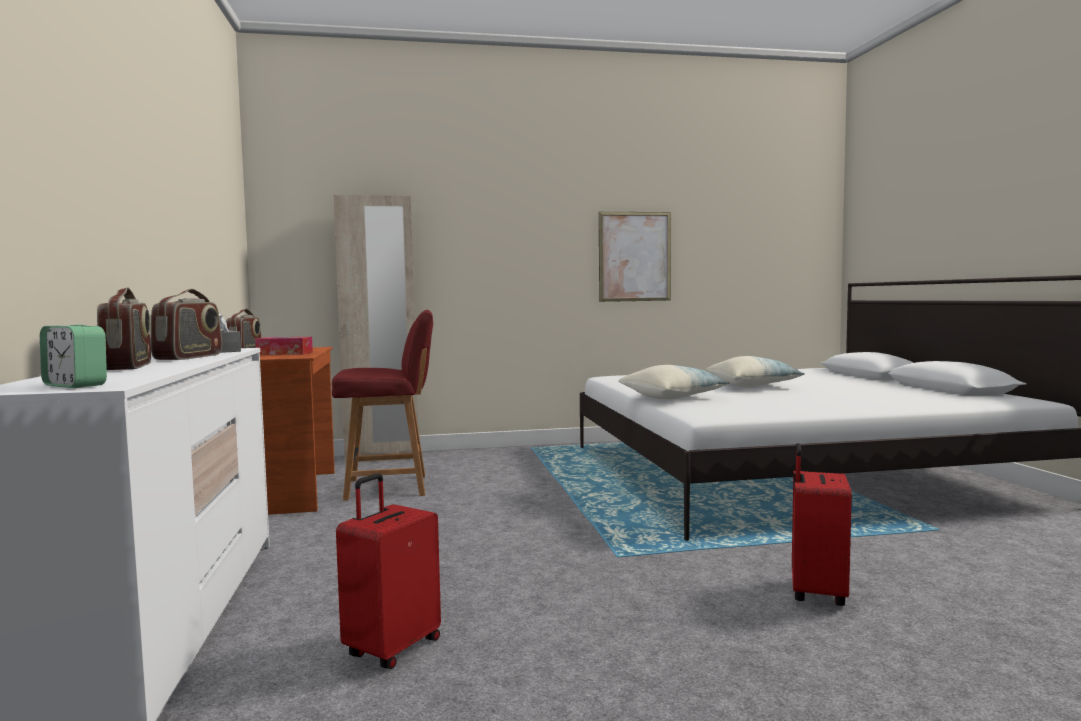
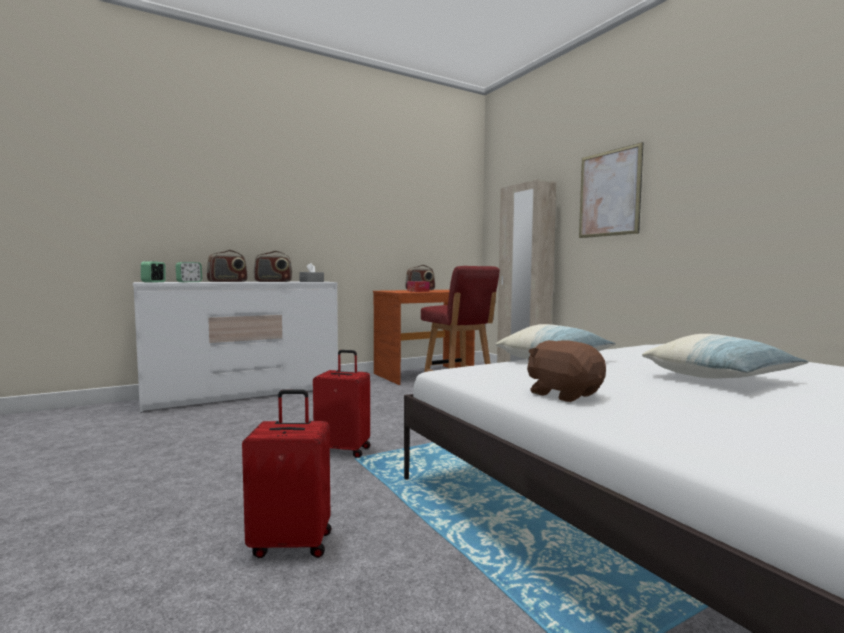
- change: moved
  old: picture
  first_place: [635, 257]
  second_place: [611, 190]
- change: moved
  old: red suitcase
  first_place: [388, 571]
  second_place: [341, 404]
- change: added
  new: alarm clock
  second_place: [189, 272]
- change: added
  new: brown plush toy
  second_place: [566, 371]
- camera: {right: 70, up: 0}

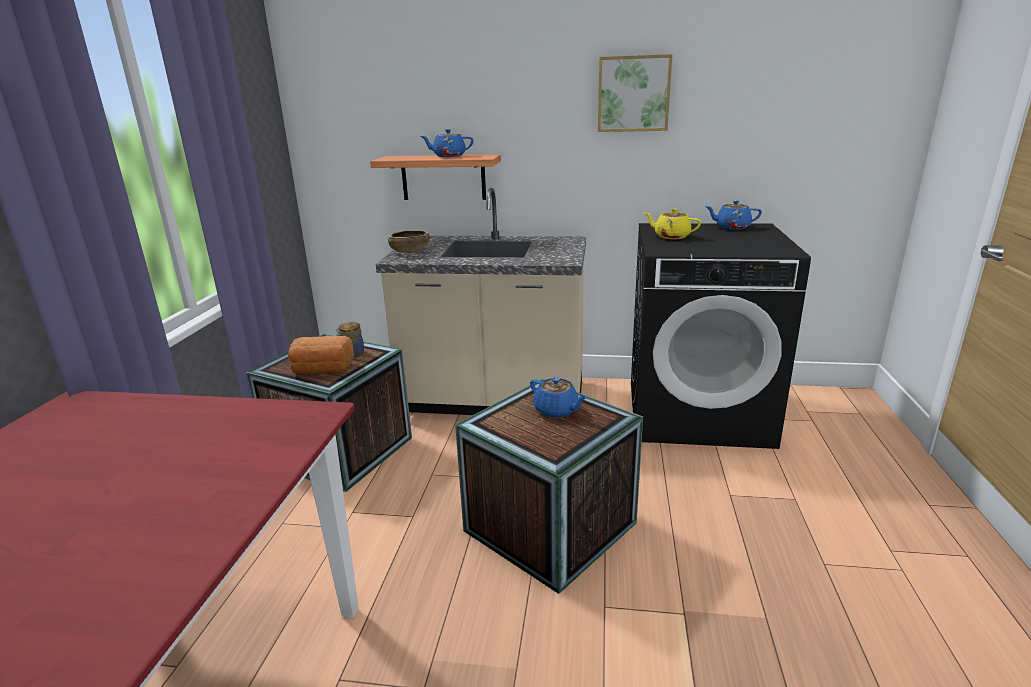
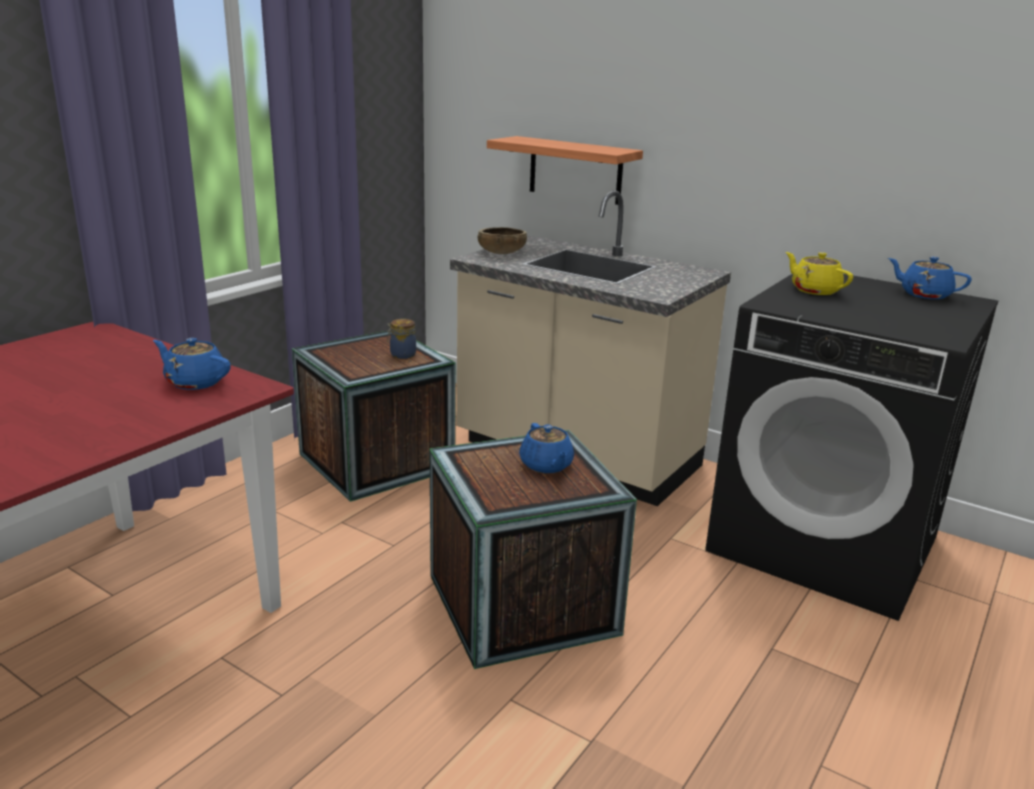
- change: removed
  old: picture
  first_place: [635, 93]
- change: moved
  old: blue teapot
  first_place: [447, 143]
  second_place: [192, 364]
- change: removed
  old: bread
  first_place: [321, 354]
- camera: {right: 25, up: 0}

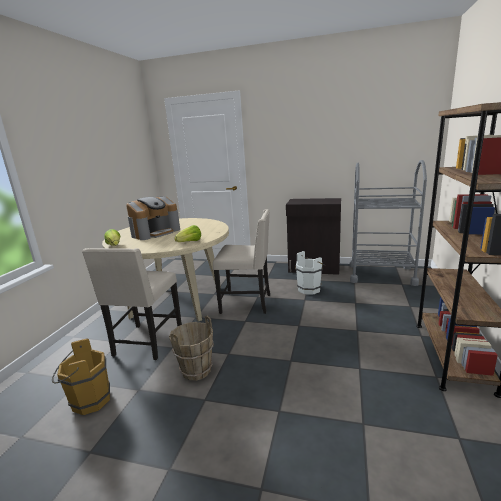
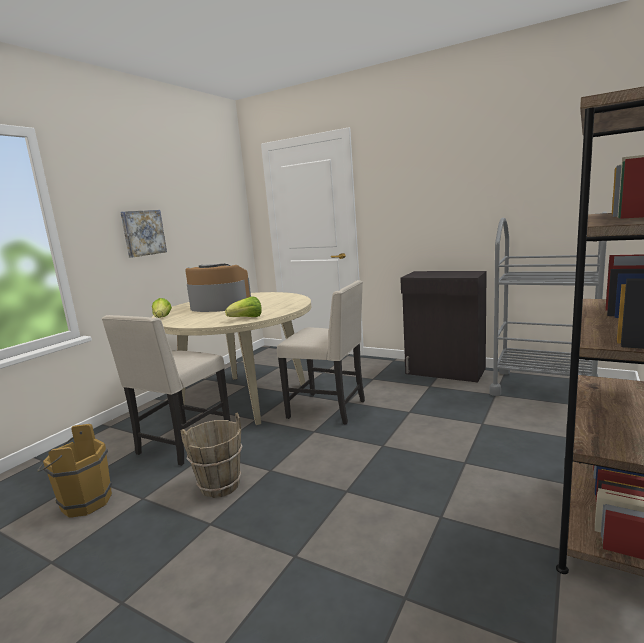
- change: turned
  old: coffee machine
  first_place: [153, 218]
  second_place: [218, 288]
  degrees: -135
- change: removed
  old: white bucket
  first_place: [310, 273]
- change: added
  new: picture
  second_place: [143, 234]
- camera: {right: 15, up: -5}

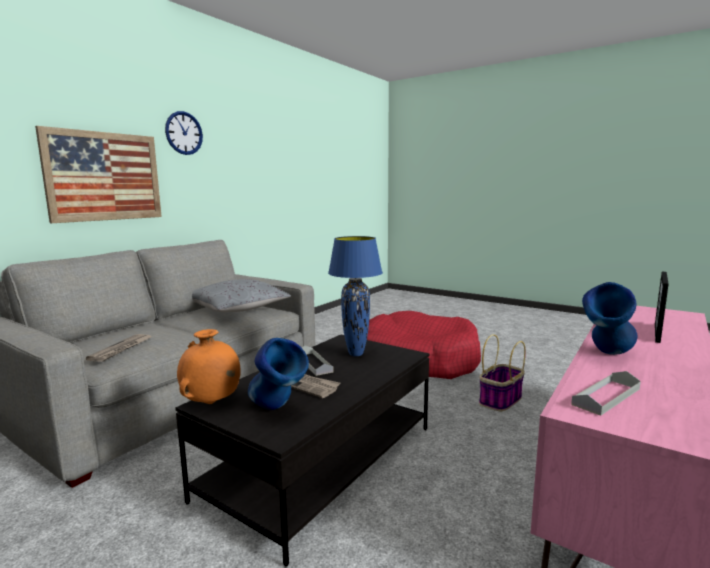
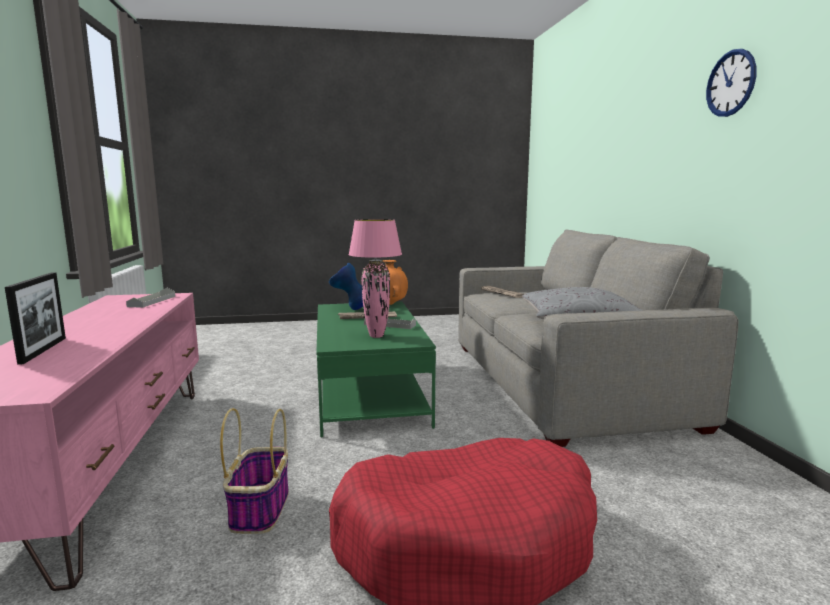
- change: removed
  old: picture
  first_place: [98, 174]
- change: recoloured
  old: blue table lamp
  new: pink table lamp
  first_place: [355, 296]
  second_place: [375, 278]
- change: removed
  old: blue vase
  first_place: [609, 318]
- change: recoloured
  old: black coffee table
  new: green coffee table
  first_place: [302, 451]
  second_place: [376, 369]
- camera: {right: 135, up: 0}

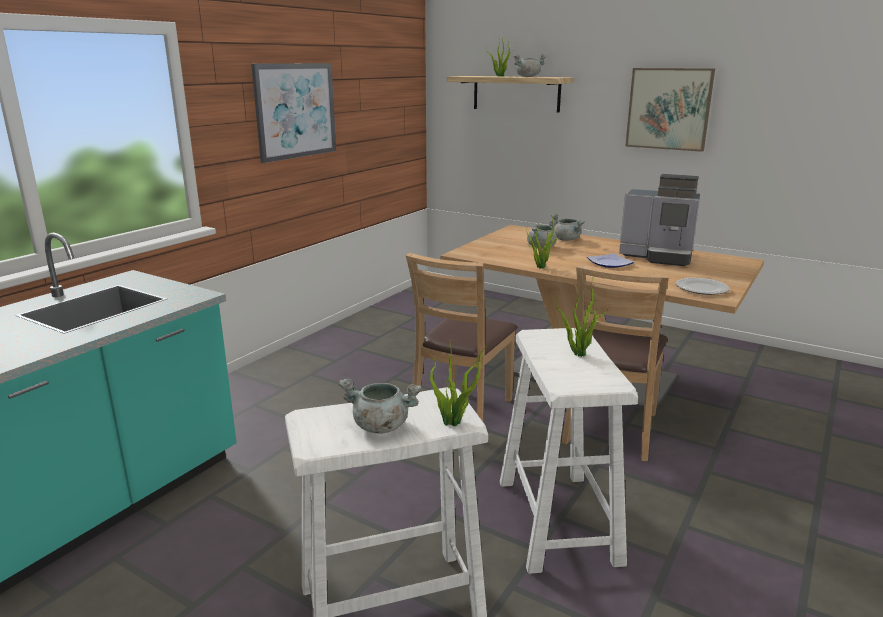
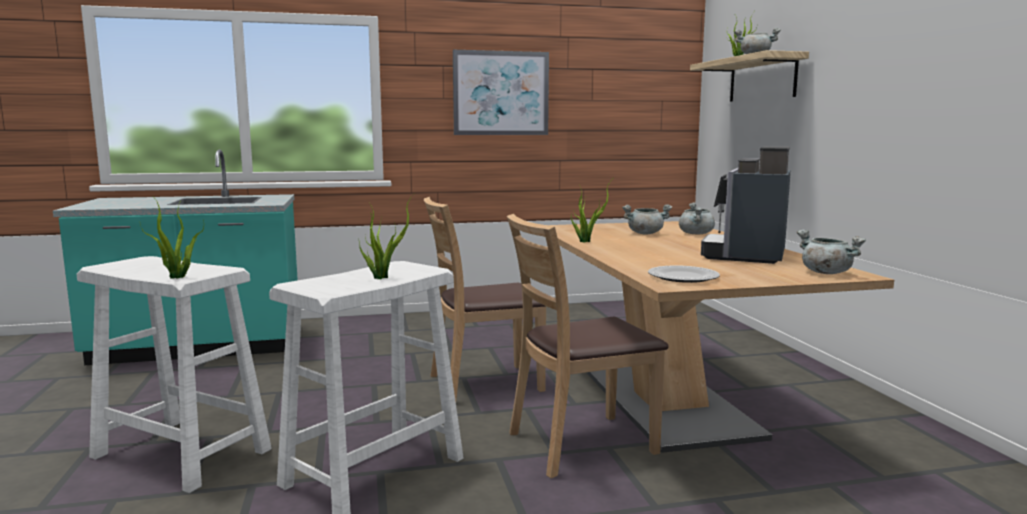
- change: removed
  old: picture
  first_place: [670, 110]
- change: turned
  old: coffee machine
  first_place: [659, 220]
  second_place: [746, 205]
  degrees: 45
- change: removed
  old: plate
  first_place: [610, 260]
- change: moved
  old: grey cooking pot
  first_place: [380, 406]
  second_place: [831, 251]
- camera: {right: 45, up: -10}

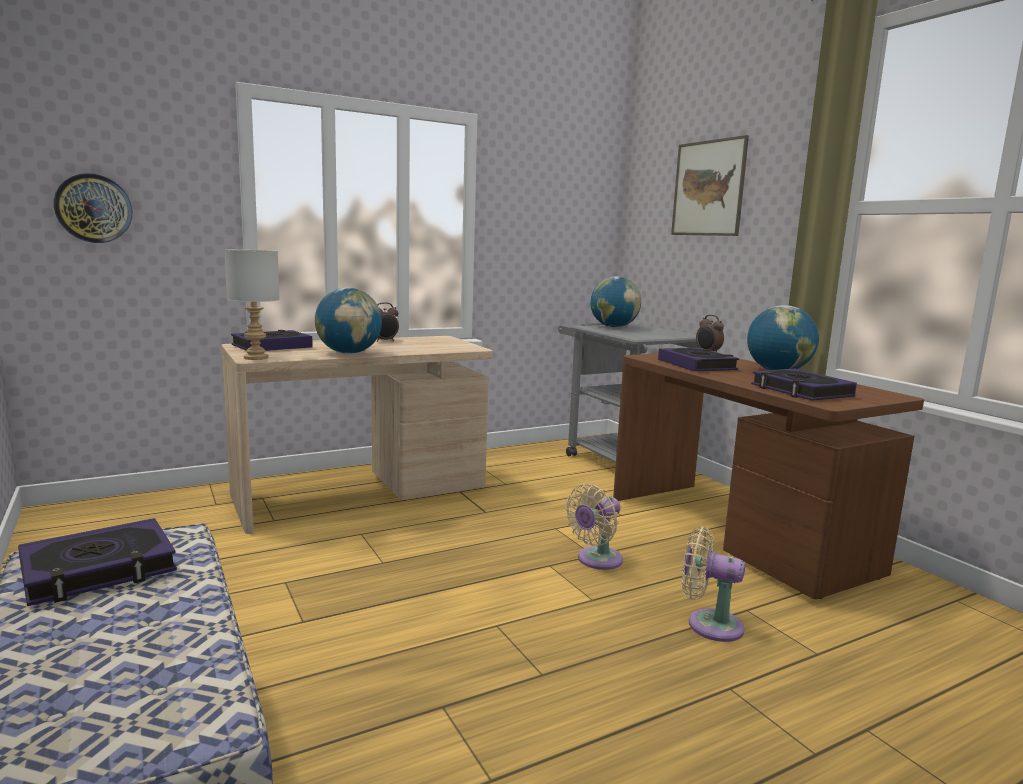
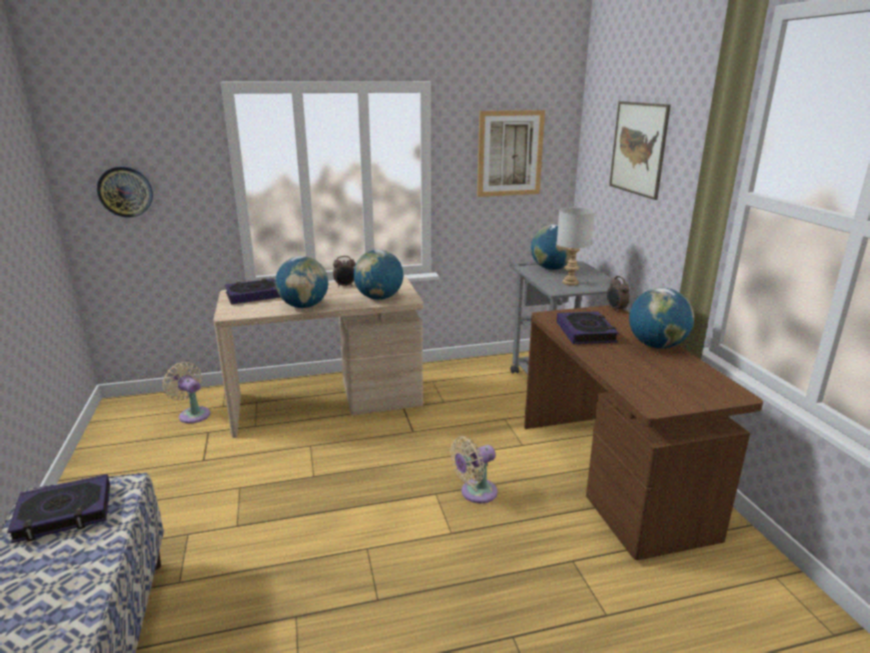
- change: moved
  old: grey table lamp
  first_place: [252, 304]
  second_place: [576, 246]
- change: removed
  old: book
  first_place: [804, 384]
- change: moved
  old: beige fan
  first_place: [713, 584]
  second_place: [186, 393]
- change: added
  new: picture
  second_place: [511, 153]
- change: added
  new: globe
  second_place: [378, 275]
- camera: {right: 15, up: 10}

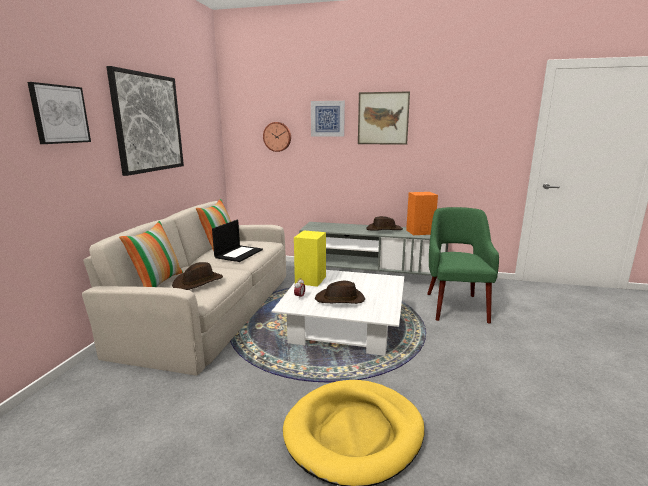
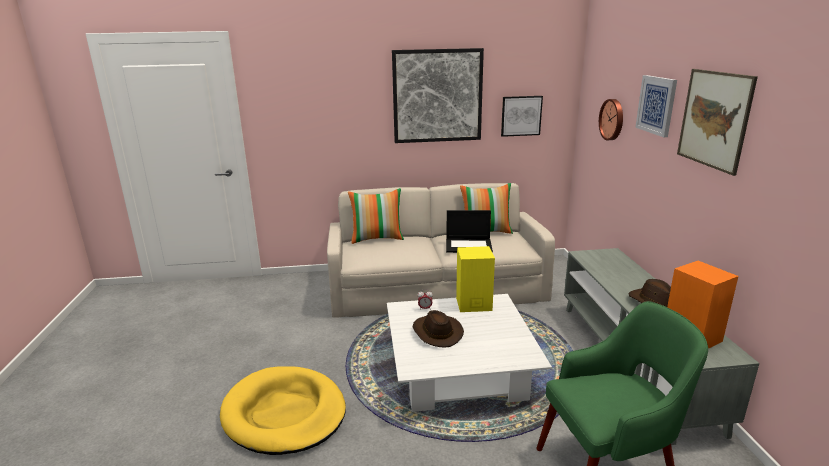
- change: moved
  old: picture
  first_place: [59, 113]
  second_place: [522, 116]
- change: removed
  old: brown hat
  first_place: [197, 276]
- camera: {right: 70, up: 5}

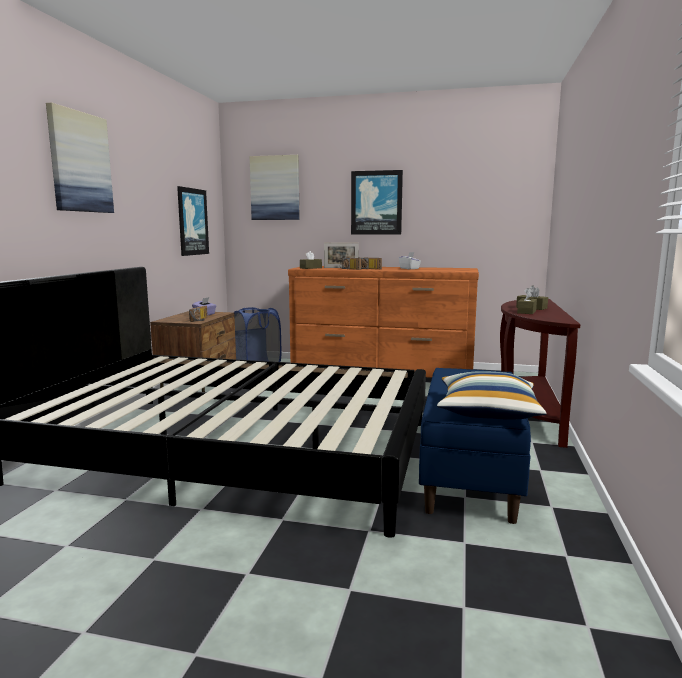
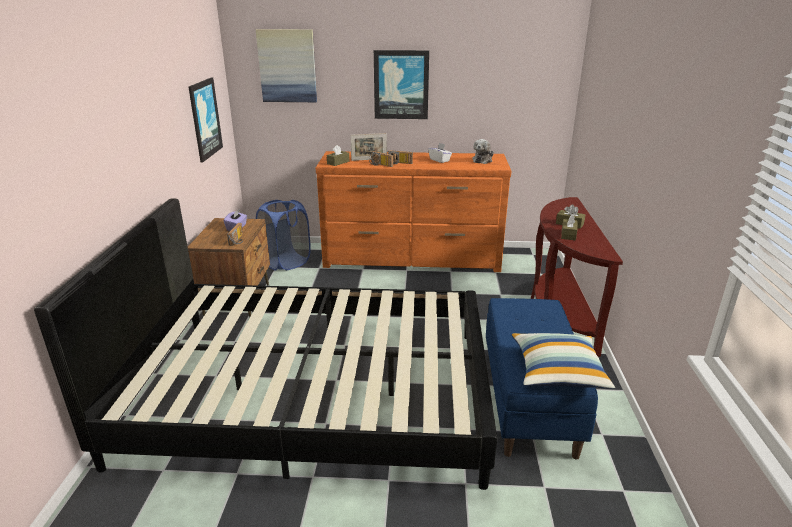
- change: removed
  old: picture
  first_place: [80, 157]
- change: added
  new: plush toy
  second_place: [483, 151]
- camera: {right: -10, up: 15}

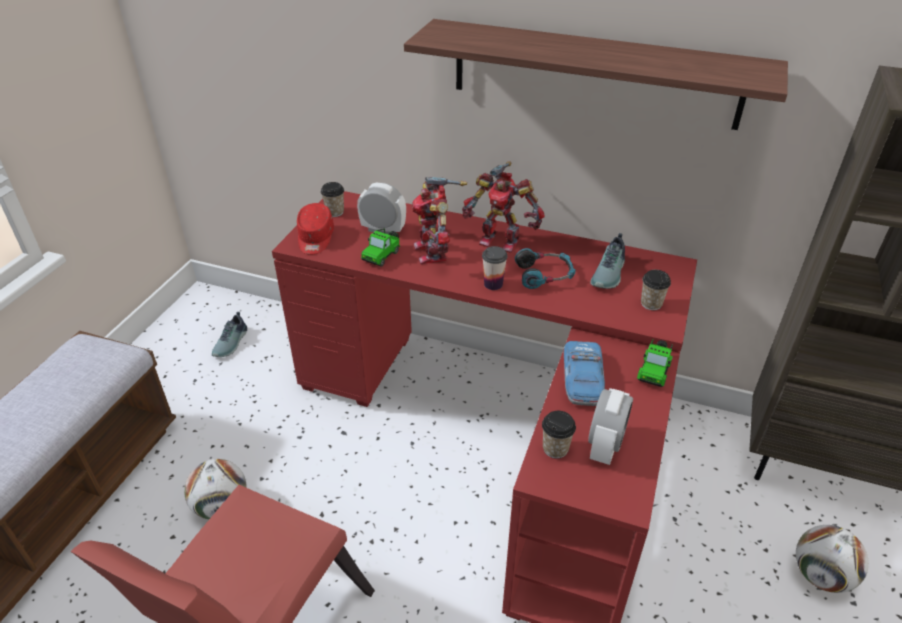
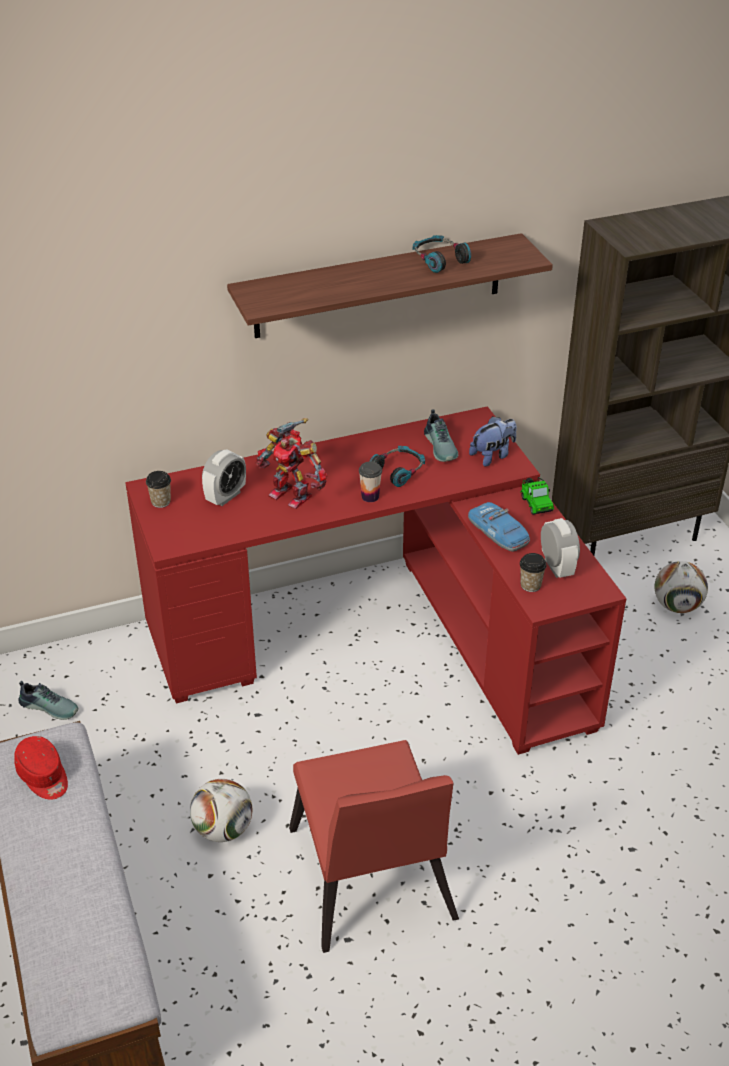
- change: removed
  old: toy robot
  first_place: [503, 207]
- change: turned
  old: alarm clock
  first_place: [381, 208]
  second_place: [224, 477]
  degrees: 150
- change: moved
  old: red cap
  first_place: [315, 228]
  second_place: [41, 768]
- change: removed
  old: toy car
  first_place: [380, 248]
- change: replaced
  old: cup
  new: plush toy
  first_place: [656, 290]
  second_place: [493, 441]
- change: turned
  old: shoe
  first_place: [229, 334]
  second_place: [48, 700]
  degrees: -45
- change: added
  new: headphones
  second_place: [442, 254]
- camera: {right: -40, up: 0}

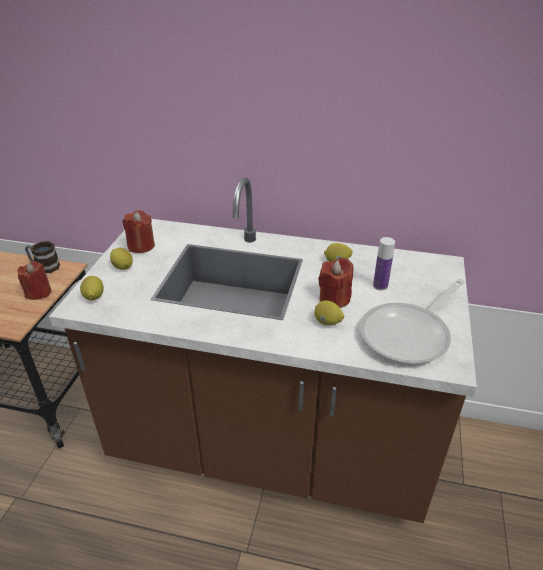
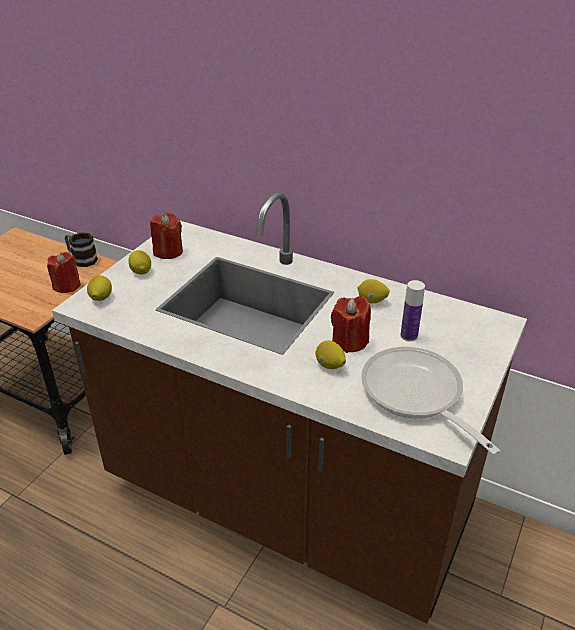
- change: turned
  old: frying pan
  first_place: [412, 322]
  second_place: [430, 401]
  degrees: 90
- camera: {right: 15, up: 0}

